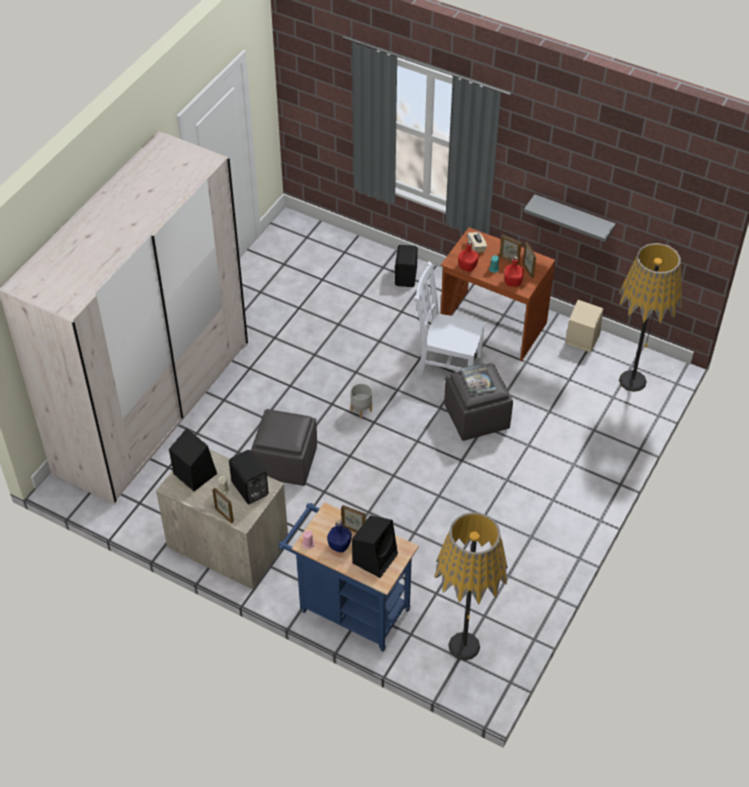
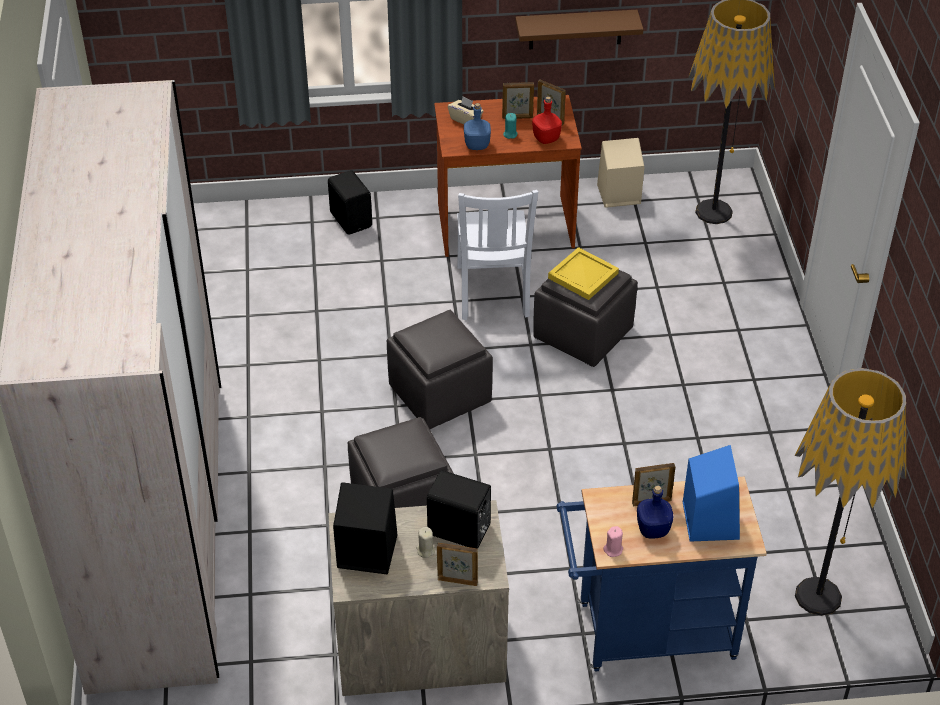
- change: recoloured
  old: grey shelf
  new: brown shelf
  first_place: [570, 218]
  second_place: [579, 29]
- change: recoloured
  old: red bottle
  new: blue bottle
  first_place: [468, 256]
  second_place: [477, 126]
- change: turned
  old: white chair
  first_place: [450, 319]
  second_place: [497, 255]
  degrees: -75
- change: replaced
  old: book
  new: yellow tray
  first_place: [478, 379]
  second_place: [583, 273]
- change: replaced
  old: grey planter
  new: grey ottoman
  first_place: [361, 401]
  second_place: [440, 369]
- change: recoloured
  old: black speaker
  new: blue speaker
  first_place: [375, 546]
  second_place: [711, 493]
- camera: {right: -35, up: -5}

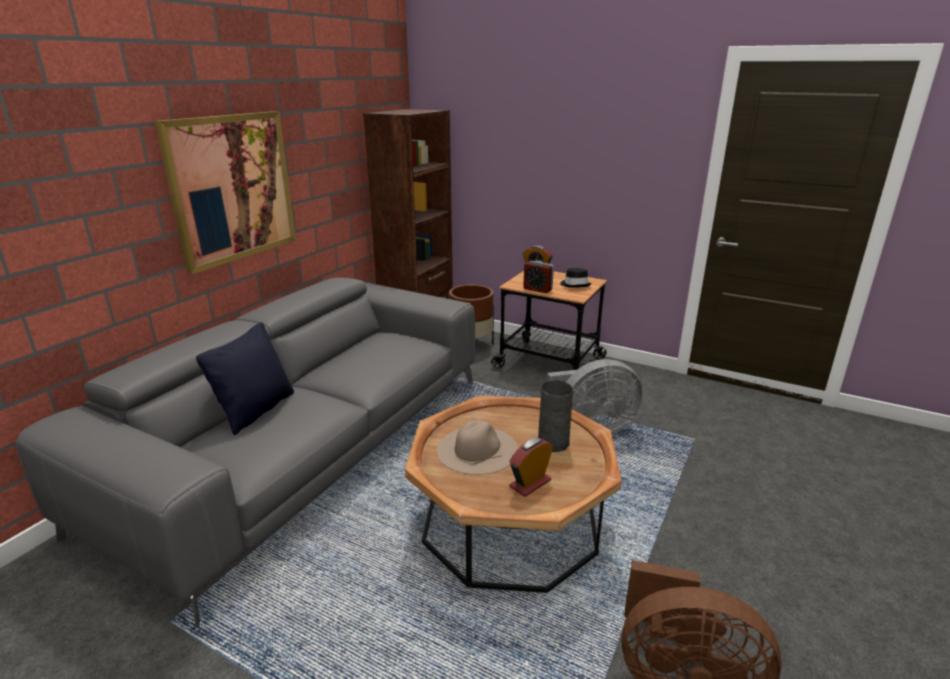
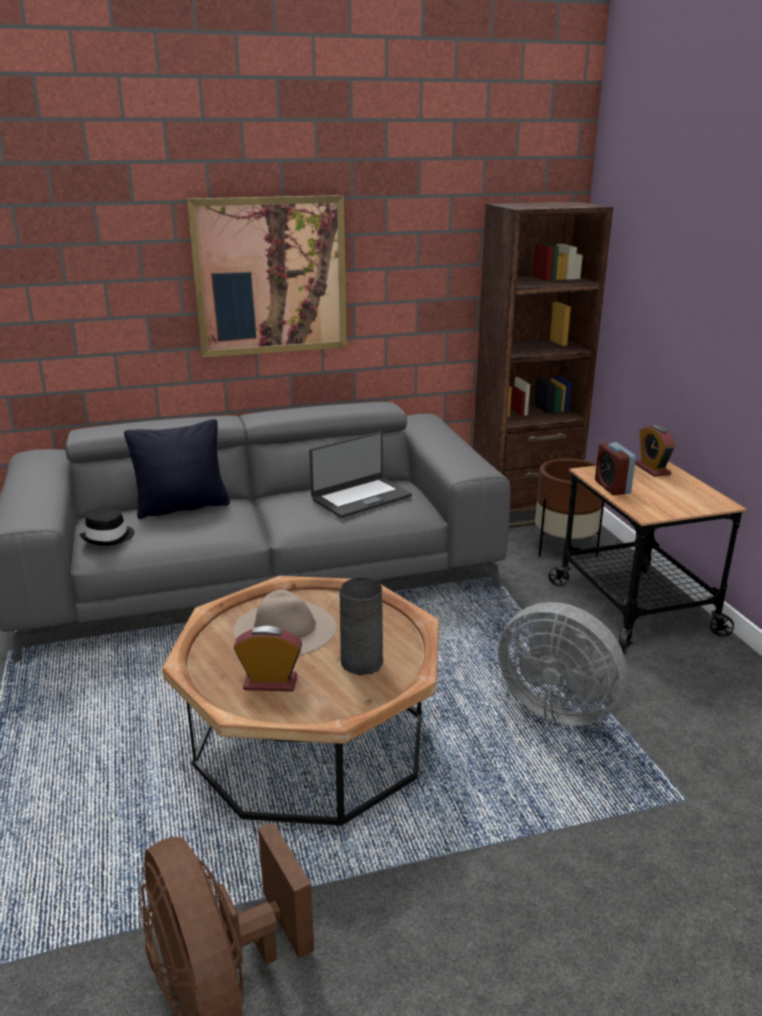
- change: moved
  old: black hat
  first_place: [576, 278]
  second_place: [107, 528]
- change: added
  new: laptop
  second_place: [360, 475]
- camera: {right: 45, up: 0}

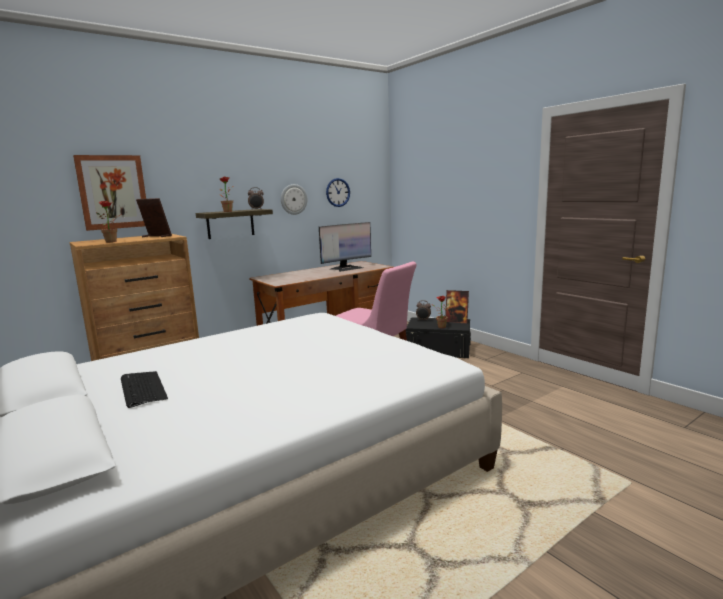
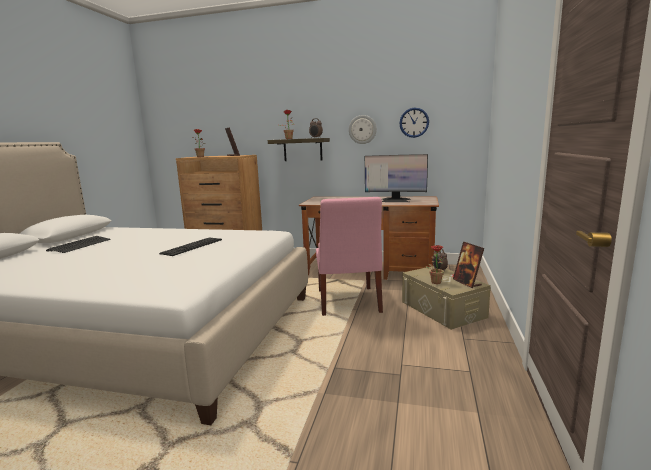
- change: removed
  old: picture
  first_place: [109, 193]
- change: recoloured
  old: black storage box
  new: beige storage box
  first_place: [438, 337]
  second_place: [446, 298]
- change: added
  new: keyboard
  second_place: [190, 247]
- camera: {right: 50, up: 0}

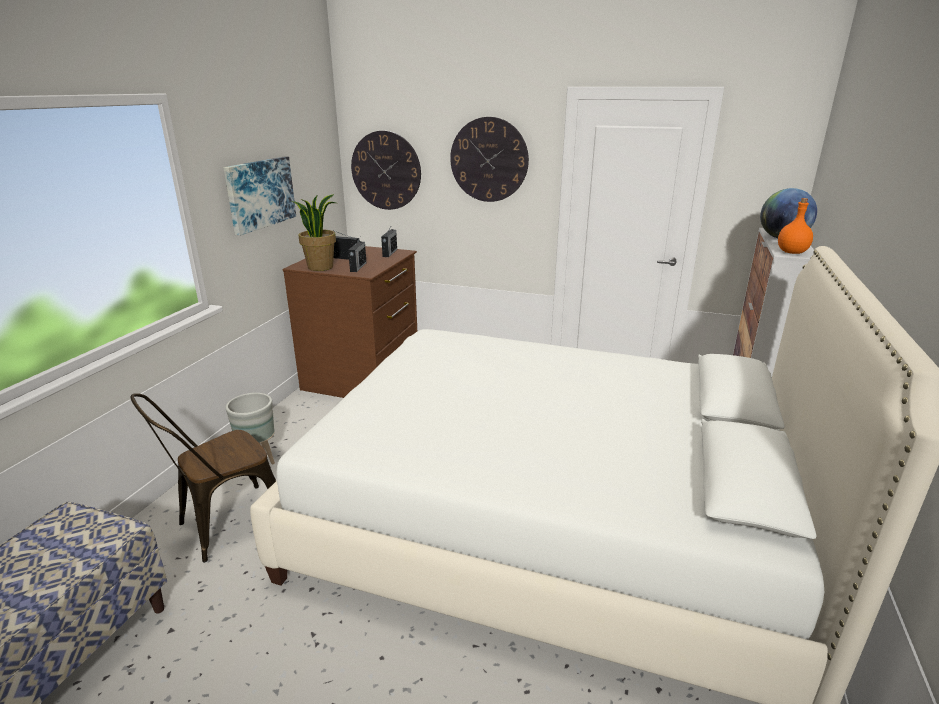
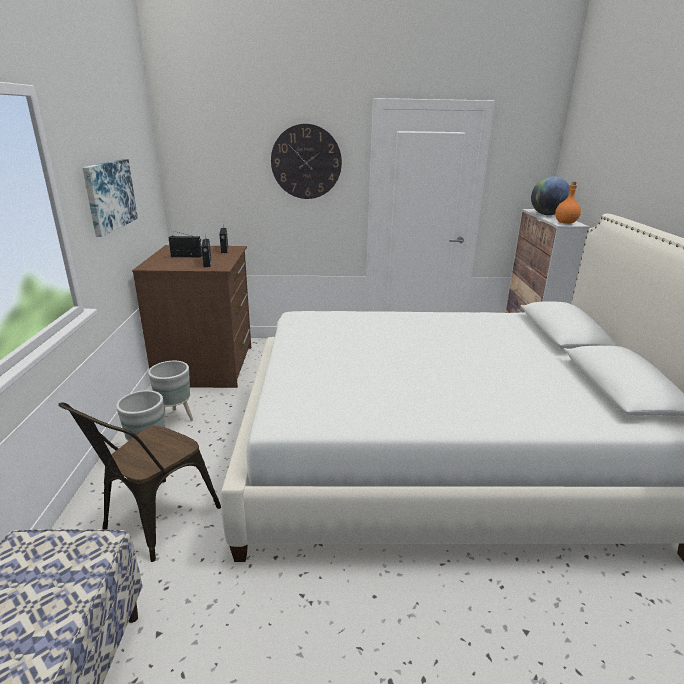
- change: removed
  old: wall clock
  first_place: [386, 170]
- change: removed
  old: potted plant
  first_place: [313, 232]
- change: added
  new: grey planter
  second_place: [170, 391]
- camera: {right: -20, up: 0}

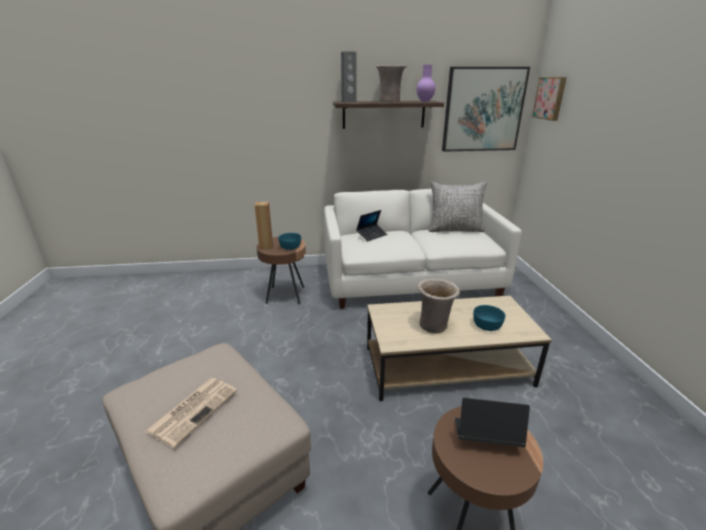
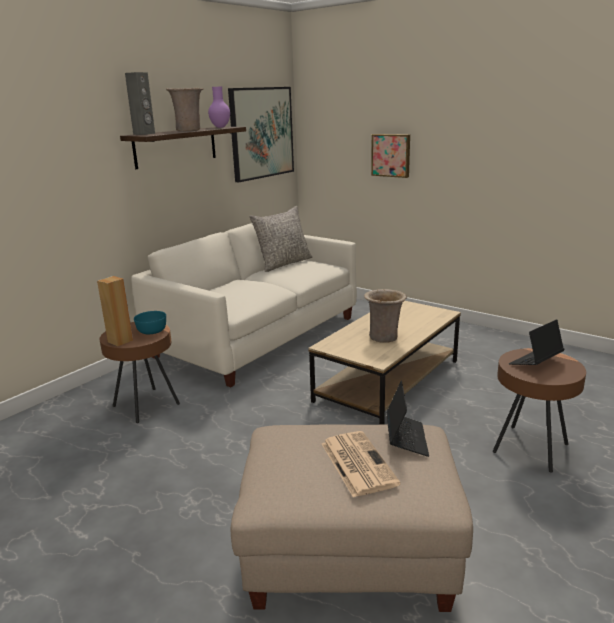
- change: moved
  old: picture
  first_place: [549, 99]
  second_place: [390, 156]
- change: moved
  old: laptop
  first_place: [371, 225]
  second_place: [407, 418]
- change: removed
  old: turquoise bowl
  first_place: [489, 318]
- camera: {right: -45, up: -5}

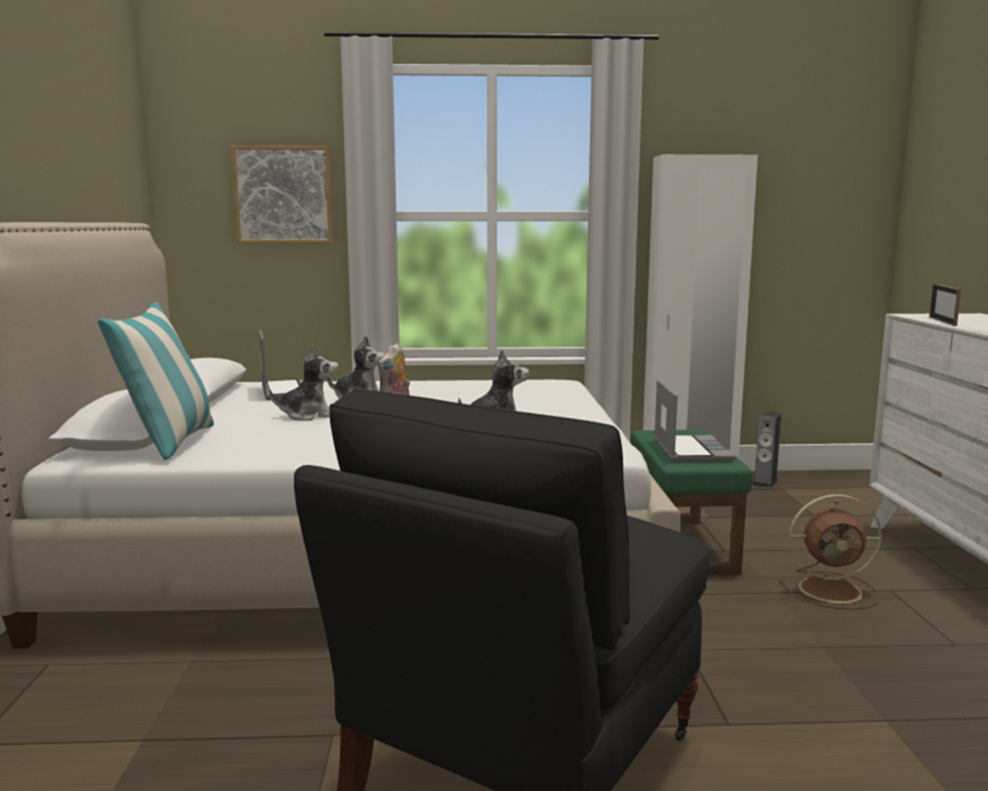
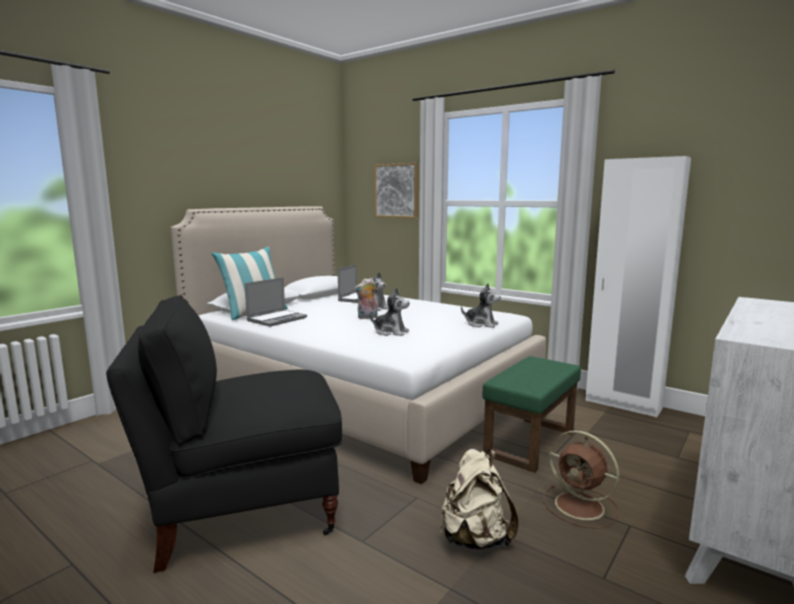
- change: removed
  old: picture frame
  first_place: [945, 305]
- change: moved
  old: plush toy
  first_place: [304, 382]
  second_place: [481, 305]
- change: moved
  old: laptop
  first_place: [695, 421]
  second_place: [276, 302]
- change: removed
  old: speaker
  first_place: [767, 449]
- change: added
  new: beige backpack
  second_place: [479, 499]
- camera: {right: 40, up: 0}

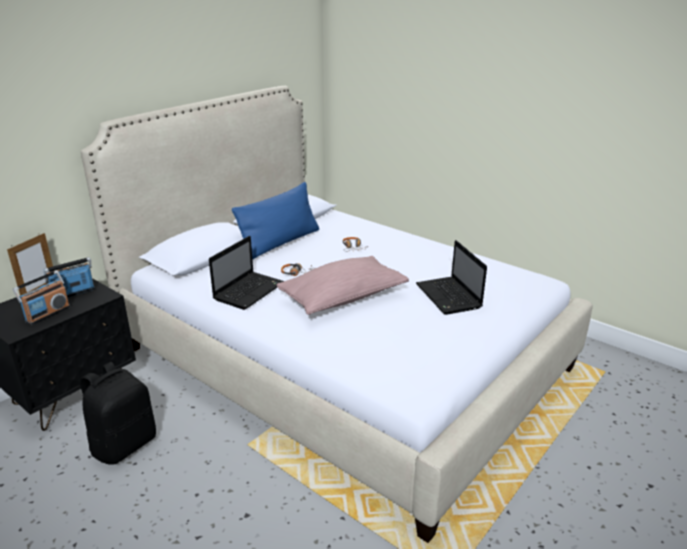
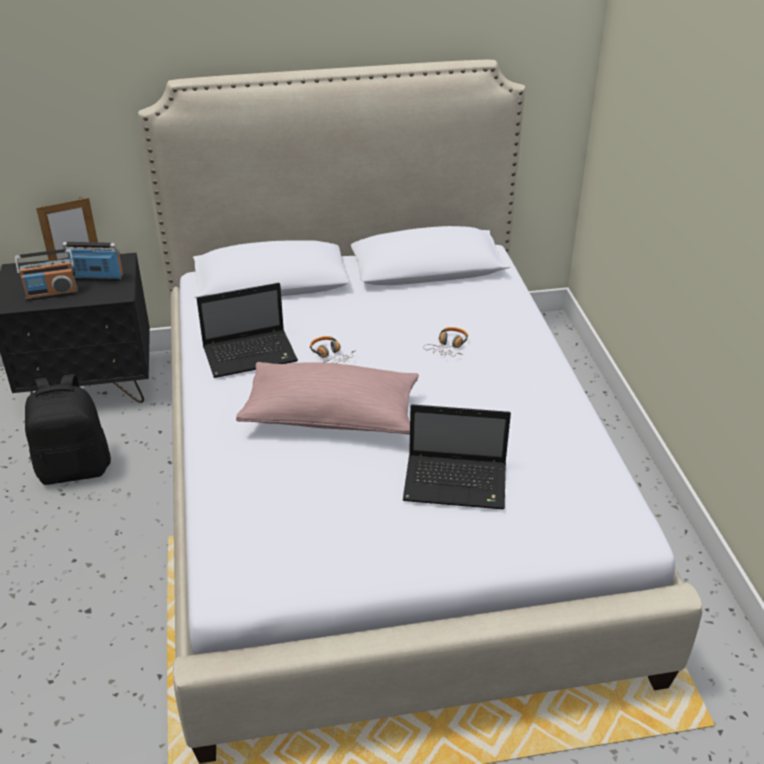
- change: removed
  old: blue pillow
  first_place: [275, 221]
- change: turned
  old: laptop
  first_place: [451, 277]
  second_place: [457, 456]
  degrees: -105
- camera: {right: 40, up: 10}

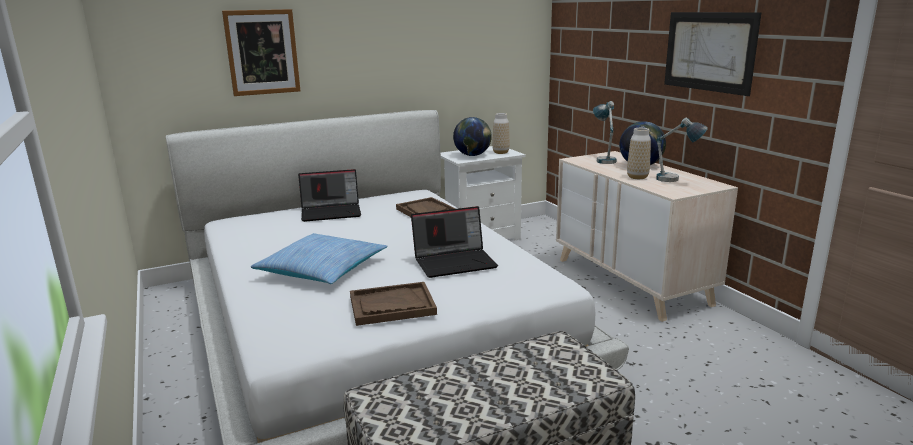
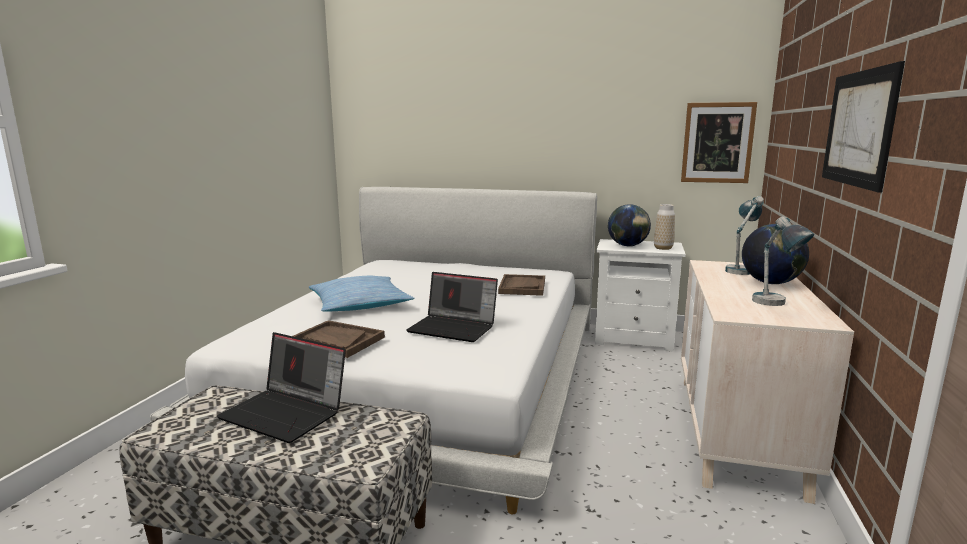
- change: moved
  old: picture
  first_place: [261, 52]
  second_place: [719, 142]
- change: removed
  old: vase
  first_place: [639, 153]
- change: moved
  old: laptop
  first_place: [329, 195]
  second_place: [281, 387]
- camera: {right: 40, up: -5}

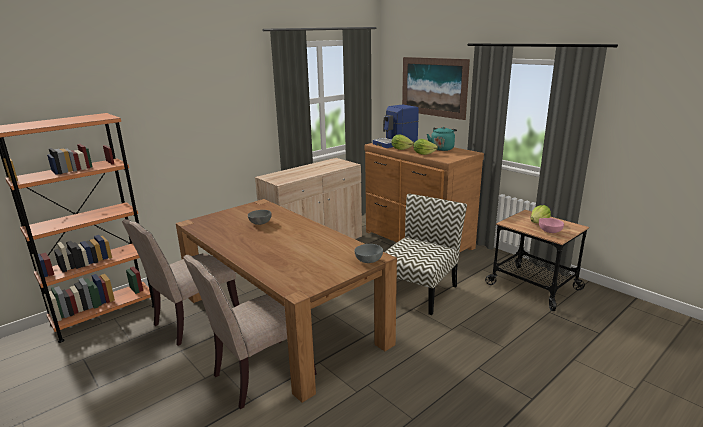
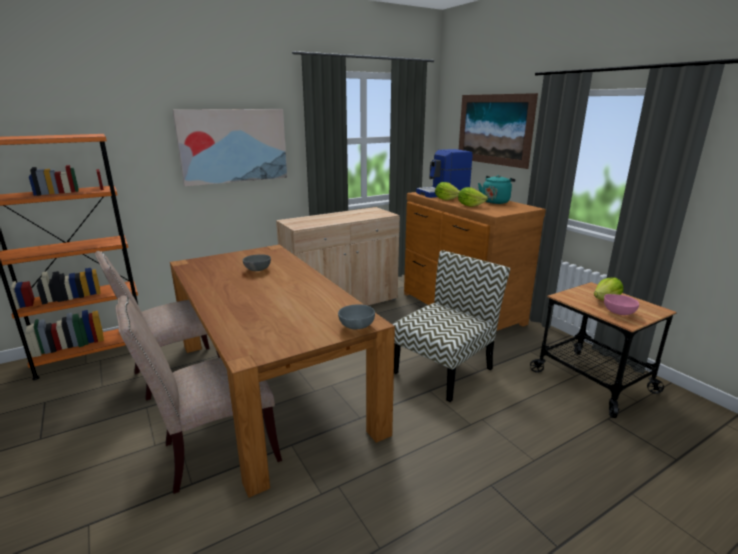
- change: added
  new: picture
  second_place: [230, 147]
- camera: {right: 10, up: 0}

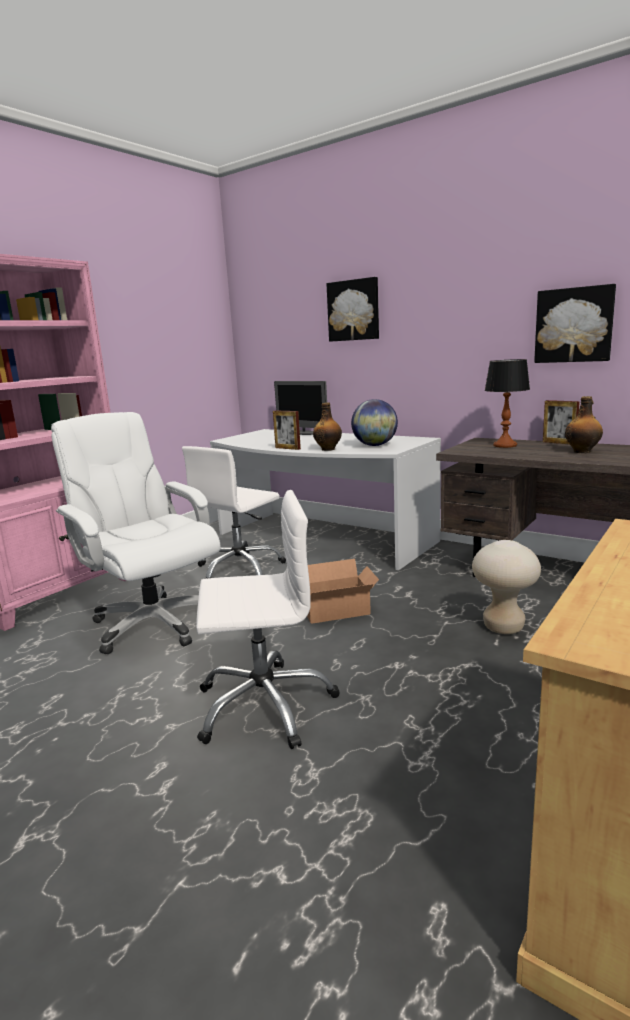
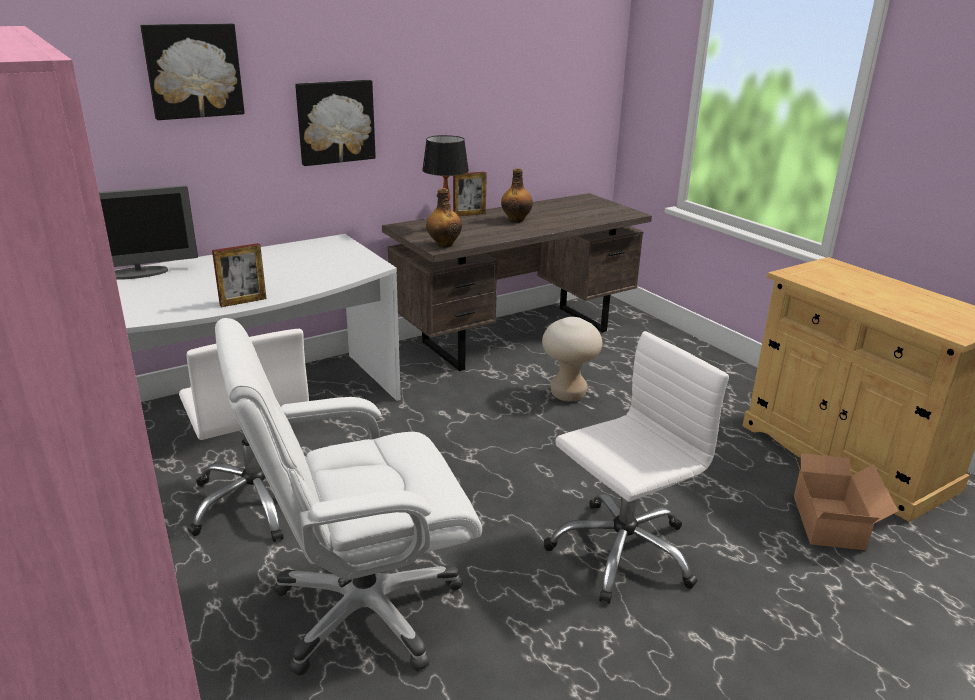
- change: moved
  old: picture
  first_place: [575, 323]
  second_place: [335, 123]
- change: removed
  old: globe
  first_place: [374, 422]
- change: moved
  old: bottle
  first_place: [327, 426]
  second_place: [444, 218]
- change: turned
  old: white office chair
  first_place: [268, 619]
  second_place: [636, 467]
  degrees: 45
- change: moved
  old: cardboard box
  first_place: [343, 591]
  second_place: [846, 501]
- camera: {right: -70, up: 10}

